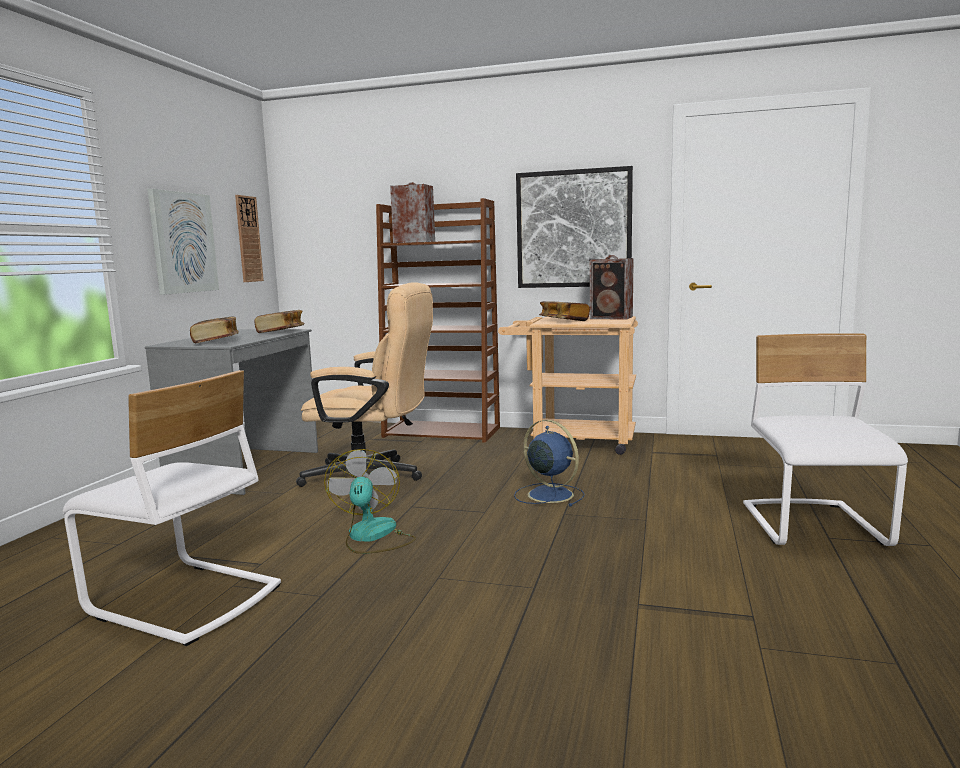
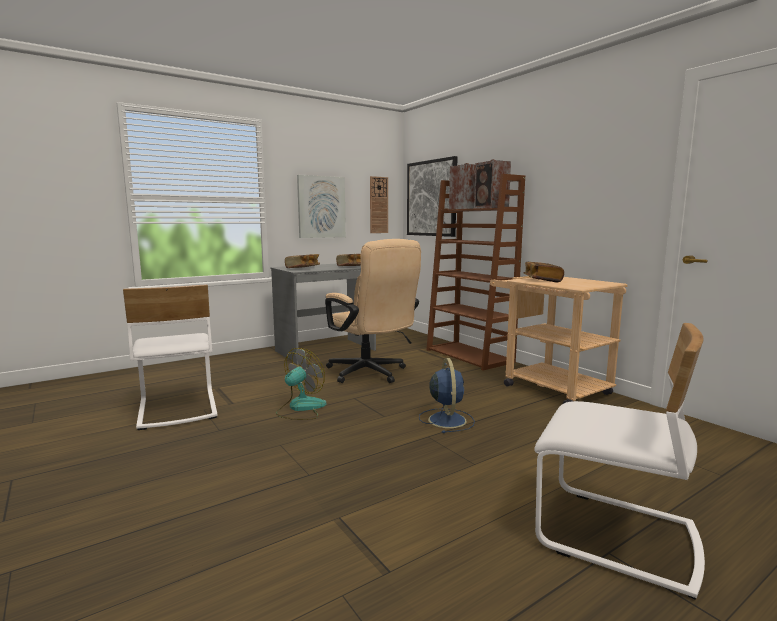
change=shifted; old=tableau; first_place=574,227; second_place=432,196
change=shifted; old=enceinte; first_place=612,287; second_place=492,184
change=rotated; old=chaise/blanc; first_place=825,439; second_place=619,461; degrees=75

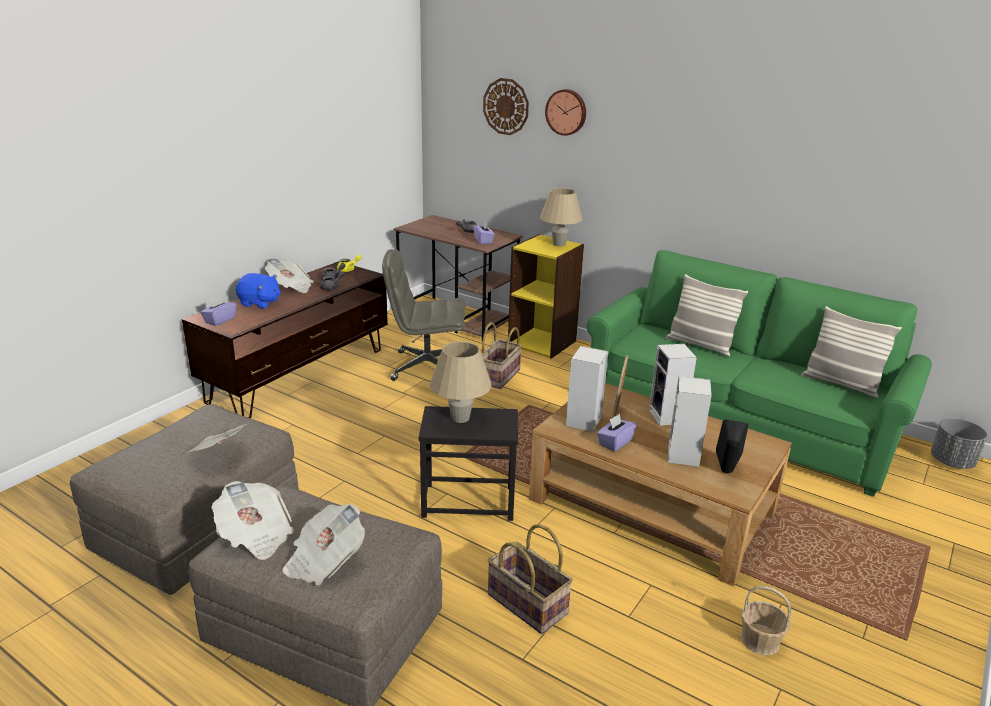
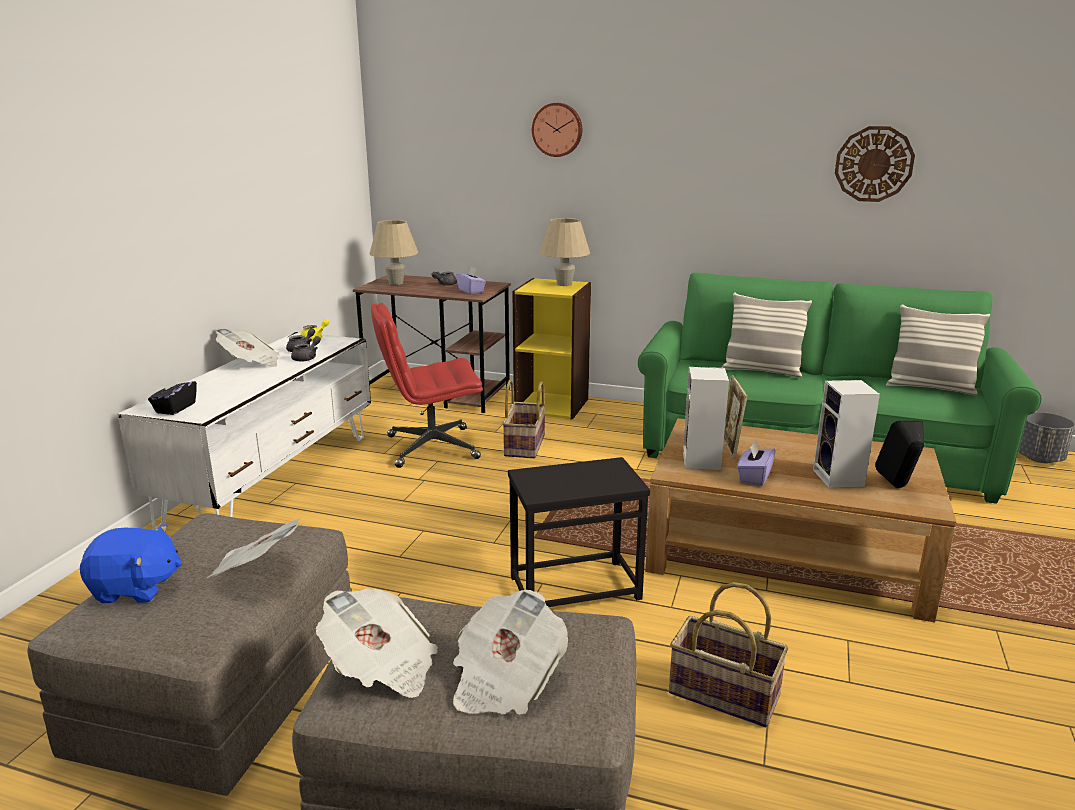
change=gone; old=enceinte; first_place=673,385
change=gone; old=panier; first_place=766,620
change=shifted; old=peluche/bleu; first_place=258,291; second_place=131,563
change=shifted; old=lampe de table/beige; first_place=461,382; second_place=394,252
change=shifted; old=horloge murale; first_place=506,106; second_place=875,164
change=repainted; old=meuble télé/marron; new=meuble télé/blanc; first_place=285,339; second_place=244,431
change=repainted; old=boîte à mouchoirs/violet; new=boîte à mouchoirs/noir; first_place=218,311; second_place=172,394
change=repainted; old=chaise de bureau/gris; new=chaise de bureau/rouge; first_place=424,315; second_place=427,385

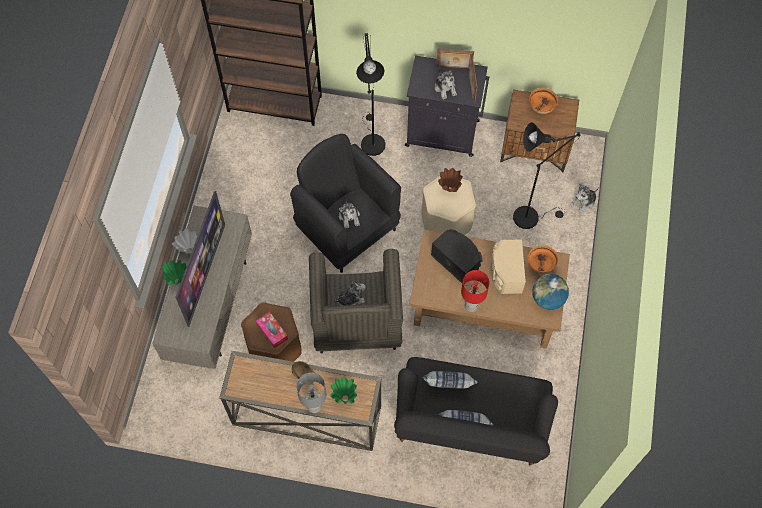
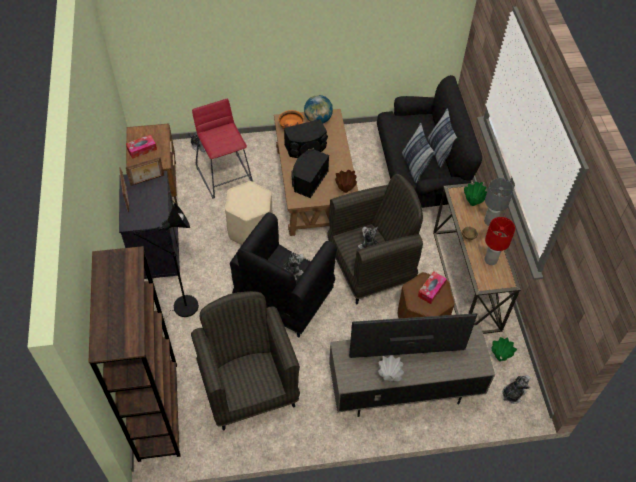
change=new; new=fauteuil/gris; second_place=245,360
change=shifted; old=vase/vert; first_place=173,272; second_place=504,349
change=shifted; old=peluche; first_place=446,83; second_place=516,389
change=shifted; old=vase/marron; first_place=450,180; second_place=346,181
change=shifted; old=lampe de table/rouge; first_place=475,291; second_place=499,241
change=swapped; old=lampadaire/noir; new=tabouret/rouge; first_place=546,176; second_place=222,149
change=swapped; old=bol/orange; new=boîte à mouchoirs; first_place=543,101; second_place=141,146
change=repainted; old=enceinte/beige; new=enceinte/noir; first_place=508,266; second_place=306,138

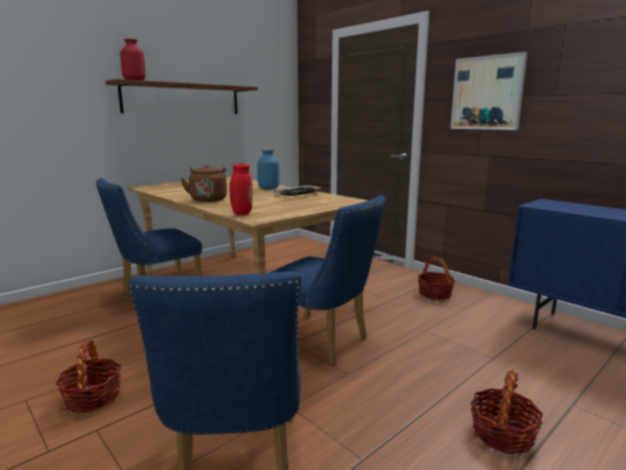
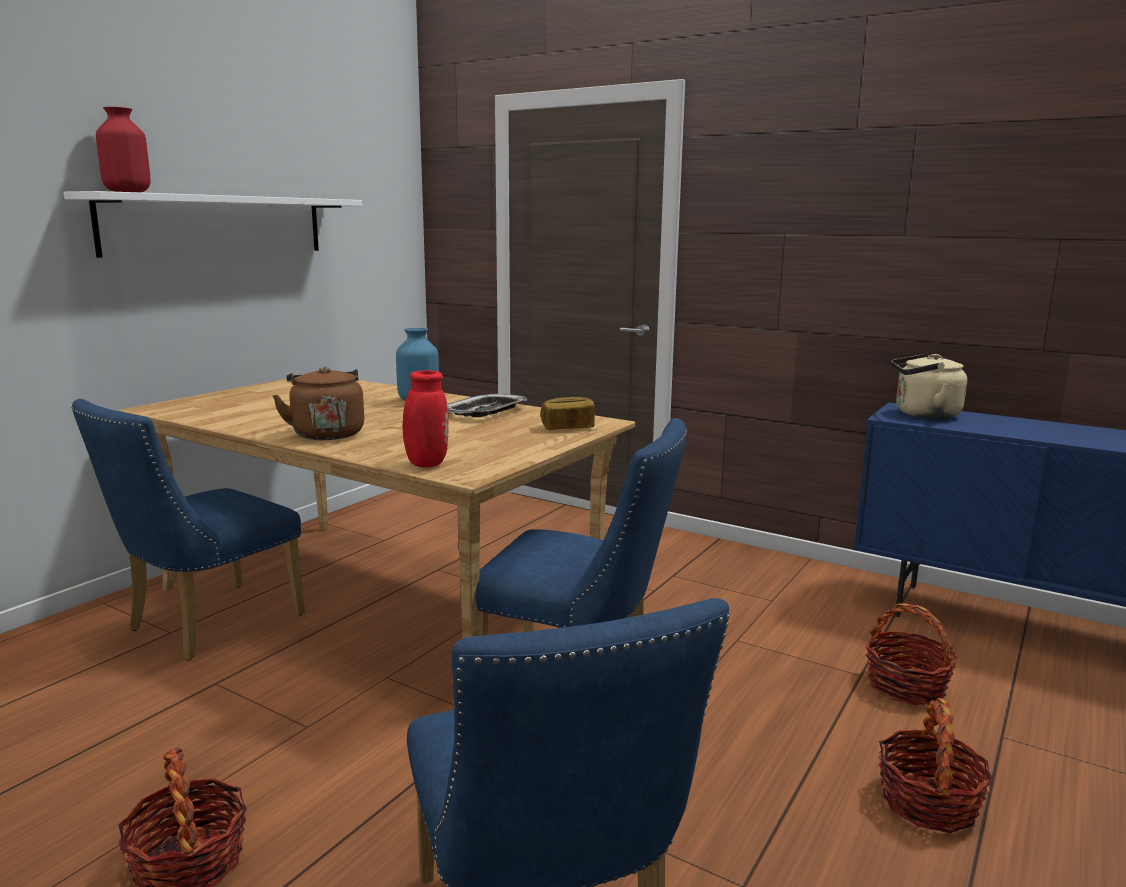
change=gone; old=tableau; first_place=489,91
change=new; new=pain; second_place=568,413
change=new; new=bouilloire/beige; second_place=929,386
change=shifted; old=panier; first_place=436,278; second_place=911,654
change=repainted; old=étagère/marron; new=étagère/blanc; first_place=181,96; second_place=213,224

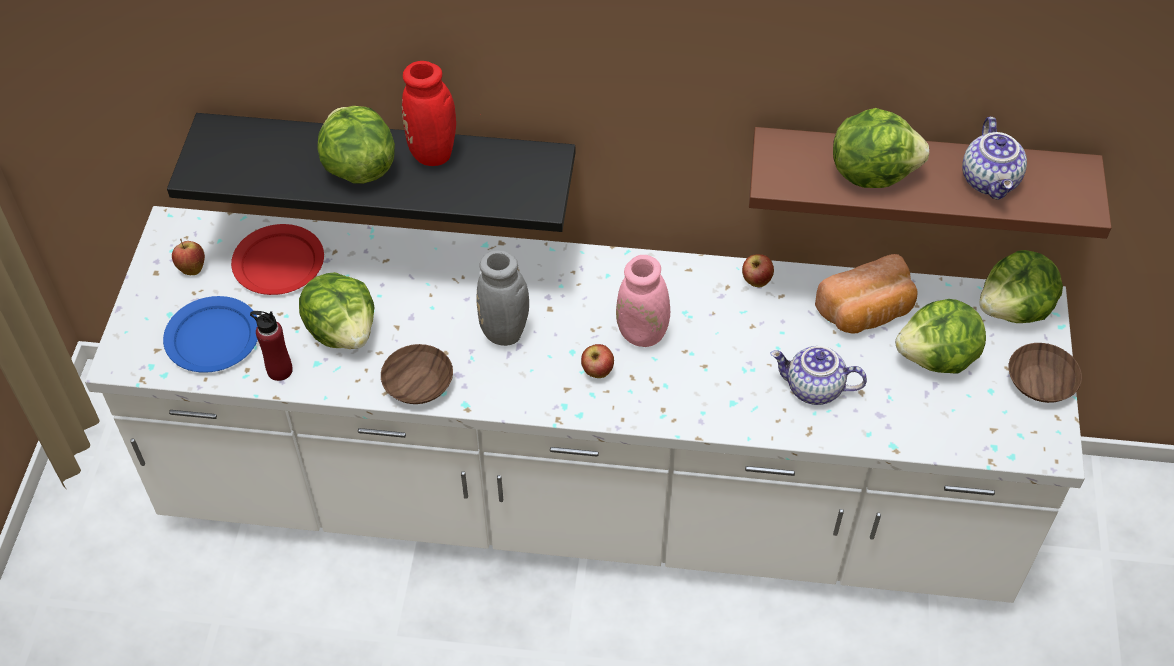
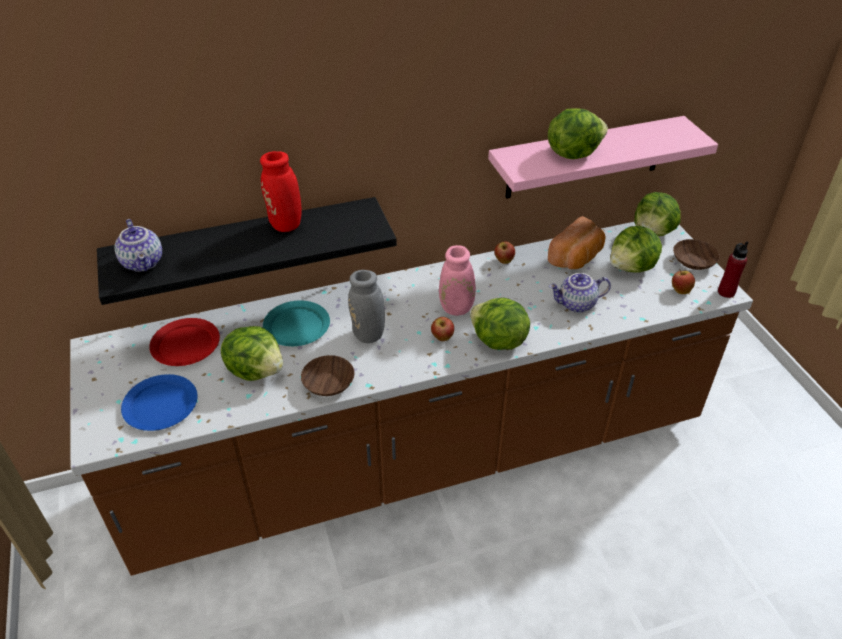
change=new; new=assiette/turquoise; second_place=296,323
change=shifted; old=pomme; first_place=188,257; second_place=683,282
change=shifted; old=bouteille/rouge; first_place=271,346; second_place=733,269
change=shifted; old=laitue; first_place=356,145; second_place=500,324
change=shifted; old=théière; first_place=994,158; second_place=138,245
change=repainted; old=comptoir de cuisine/blanc; new=comptoir de cuisine/marron; first_place=585,404; second_place=411,399
change=repainted; old=étagère/marron; new=étagère/rose; first_place=930,183; second_place=603,157

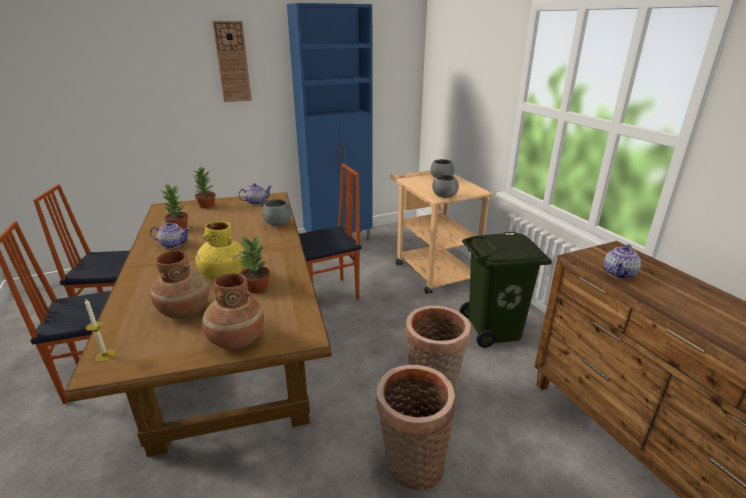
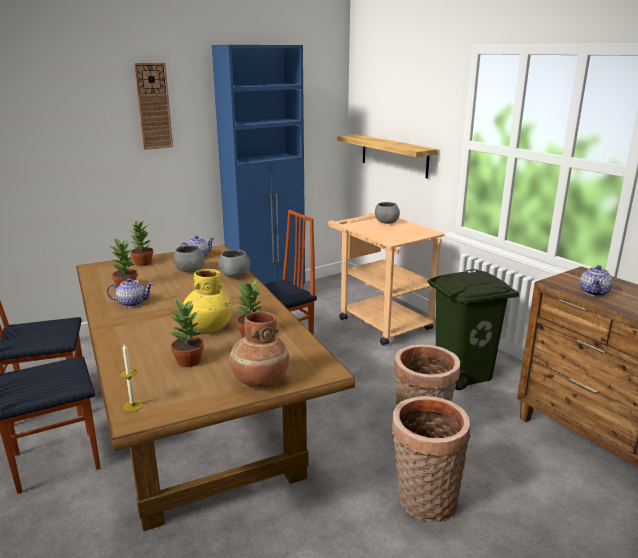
change=new; new=étagère; second_place=387,156
change=shifted; old=bol/gris; first_place=445,186; second_place=189,259
change=swapped; old=vase/marron; new=plante en pot; first_place=180,284; second_place=186,333

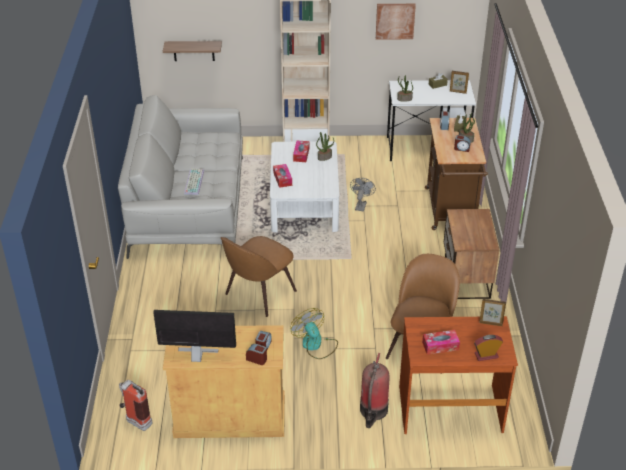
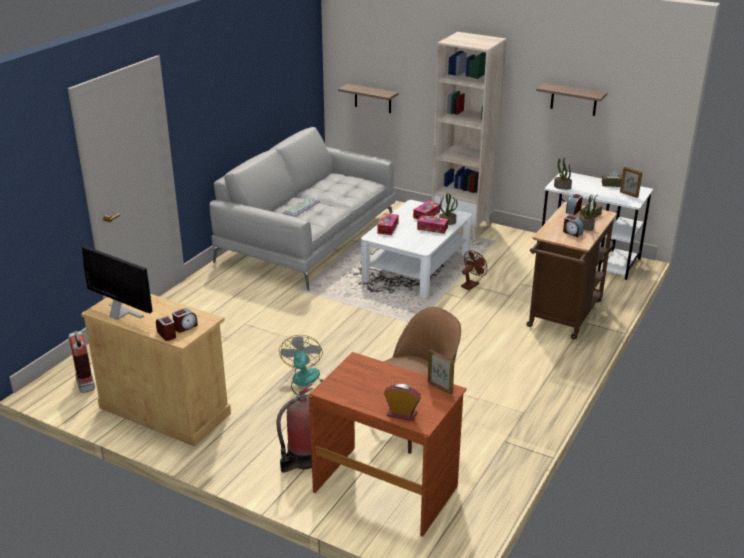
change=gone; old=chaise/marron; first_place=259,276
change=gone; old=table de chevet; first_place=471,254
change=shifted; old=boîte à mouchoirs; first_place=441,342; second_place=432,224
change=swapped; old=tableau; new=étagère; first_place=396,22; second_place=571,99
change=repainted; old=ventilateur/gris; new=ventilateur/marron; first_place=363,195; second_place=474,270

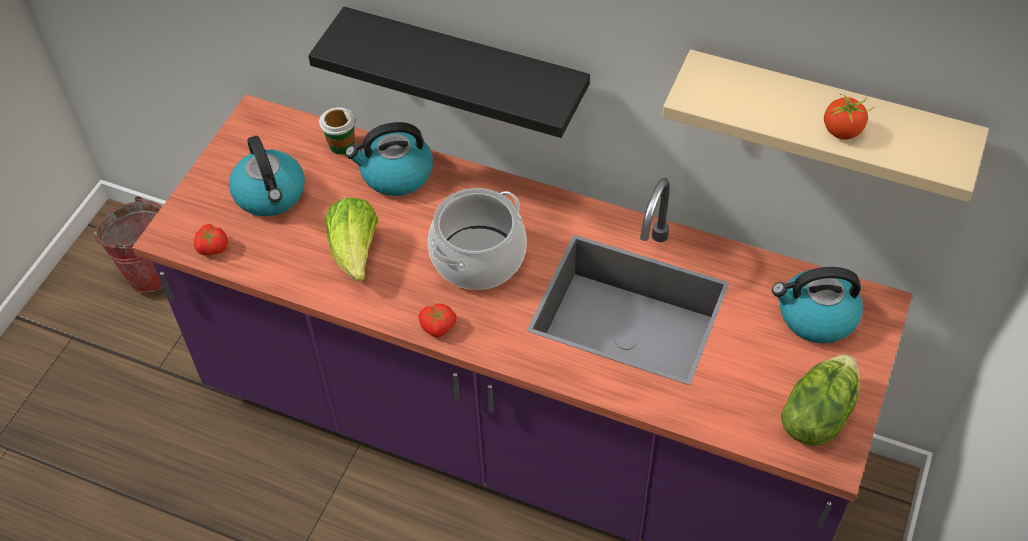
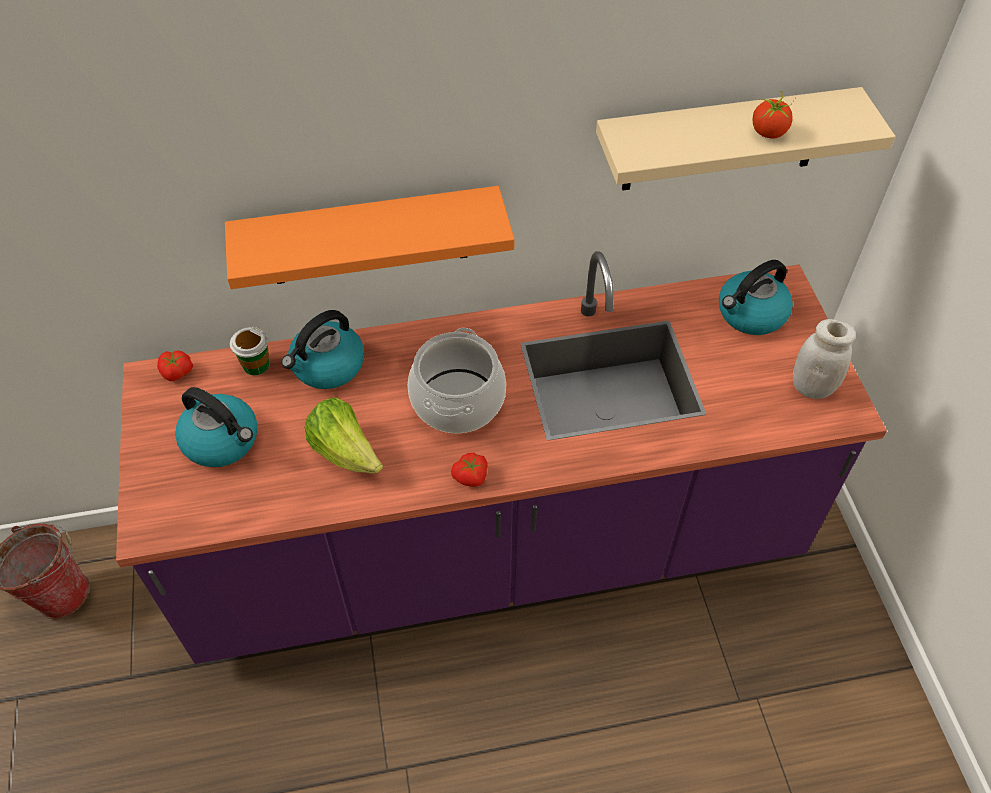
change=shifted; old=tomate; first_place=211,239; second_place=175,365
change=swapped; old=laitue; new=bocal/blanc; first_place=820,400; second_place=824,359
change=repainted; old=étagère/noir; new=étagère/orange; first_place=449,72; second_place=370,237

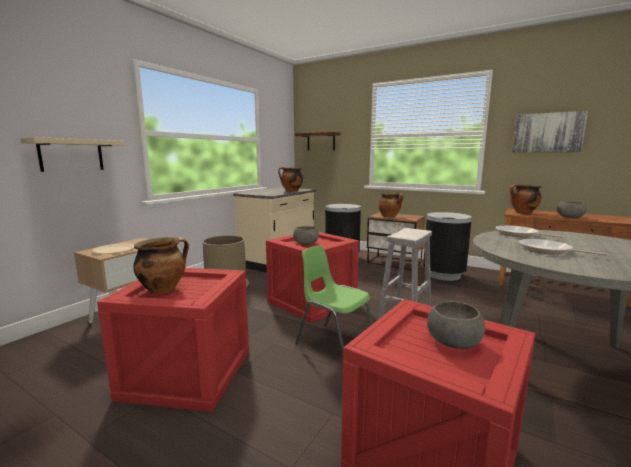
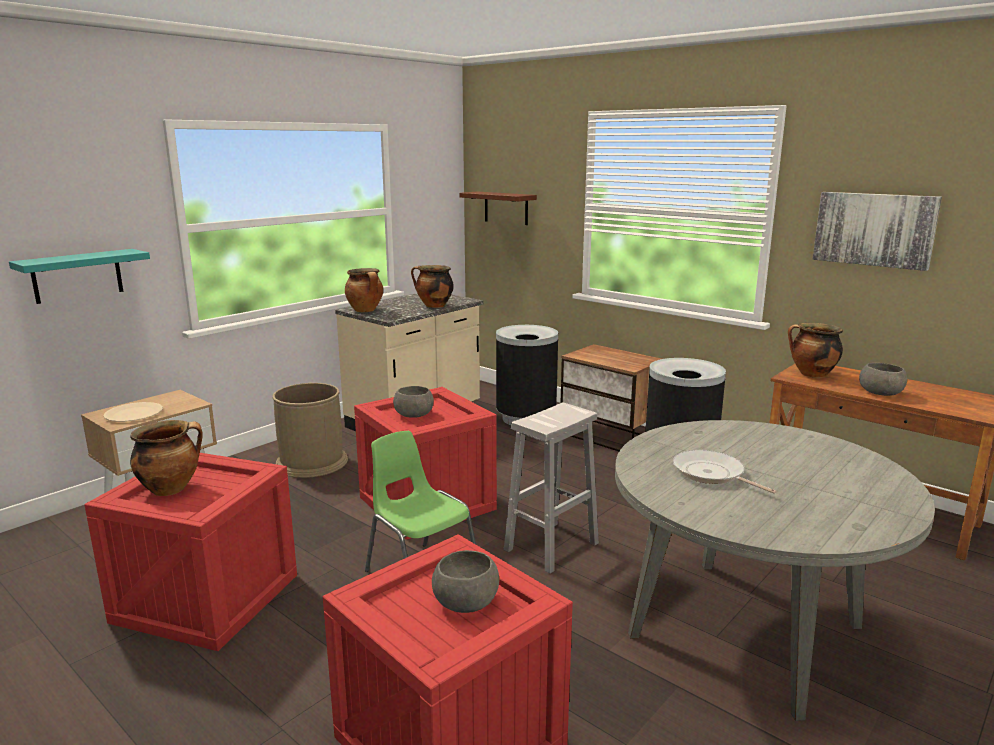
change=gone; old=poêle; first_place=530,231
change=shifted; old=marmite; first_place=390,205; second_place=364,290
change=repainted; old=étagère/beige; new=étagère/turquoise; first_place=72,154; second_place=79,276

